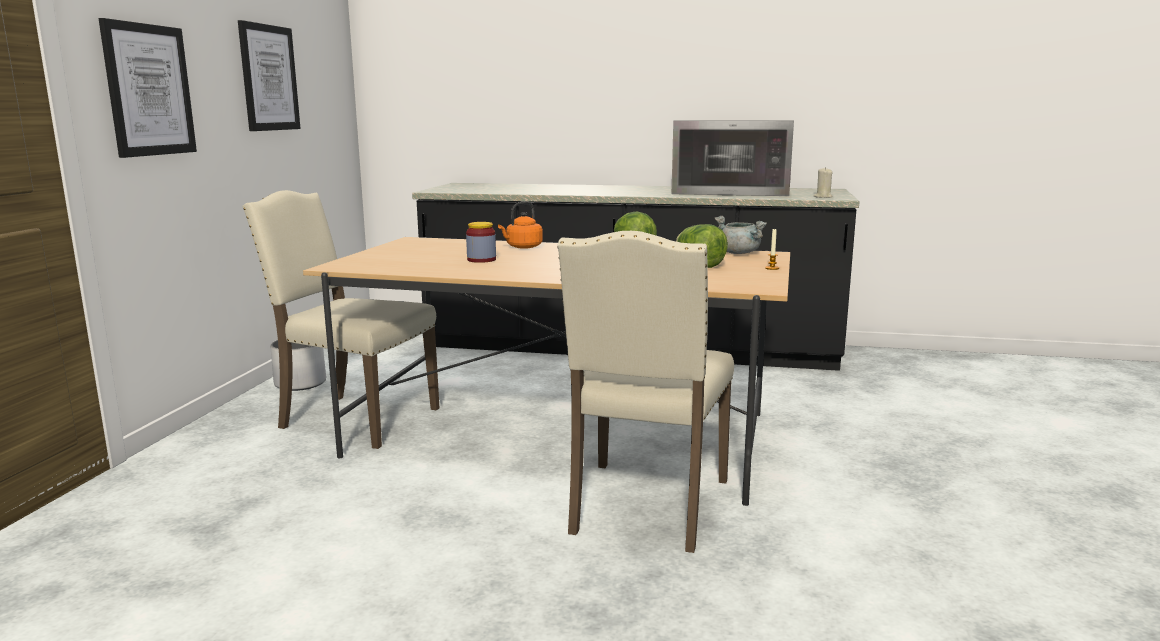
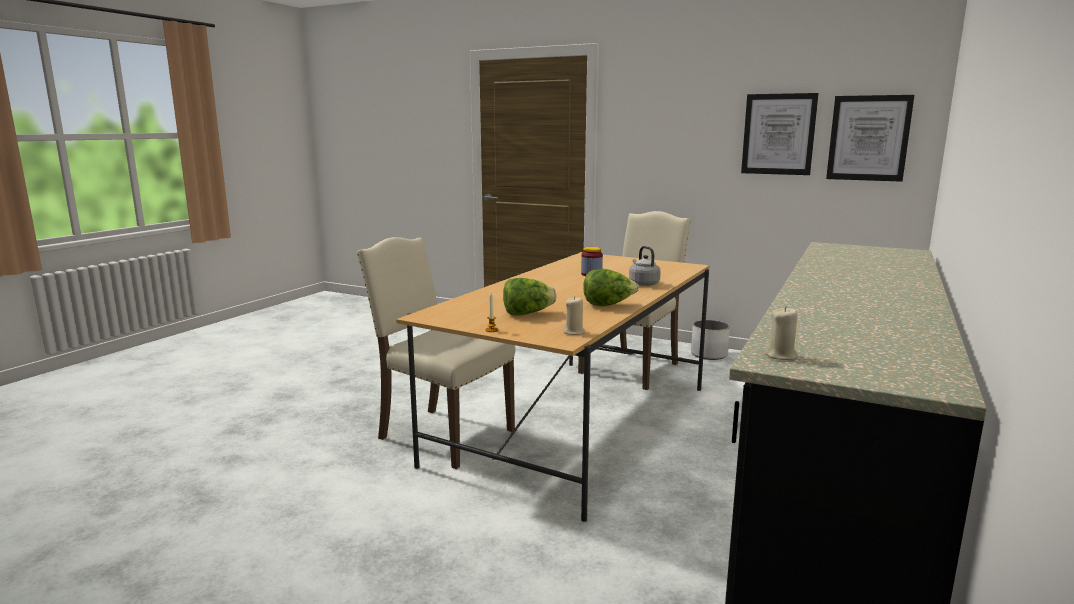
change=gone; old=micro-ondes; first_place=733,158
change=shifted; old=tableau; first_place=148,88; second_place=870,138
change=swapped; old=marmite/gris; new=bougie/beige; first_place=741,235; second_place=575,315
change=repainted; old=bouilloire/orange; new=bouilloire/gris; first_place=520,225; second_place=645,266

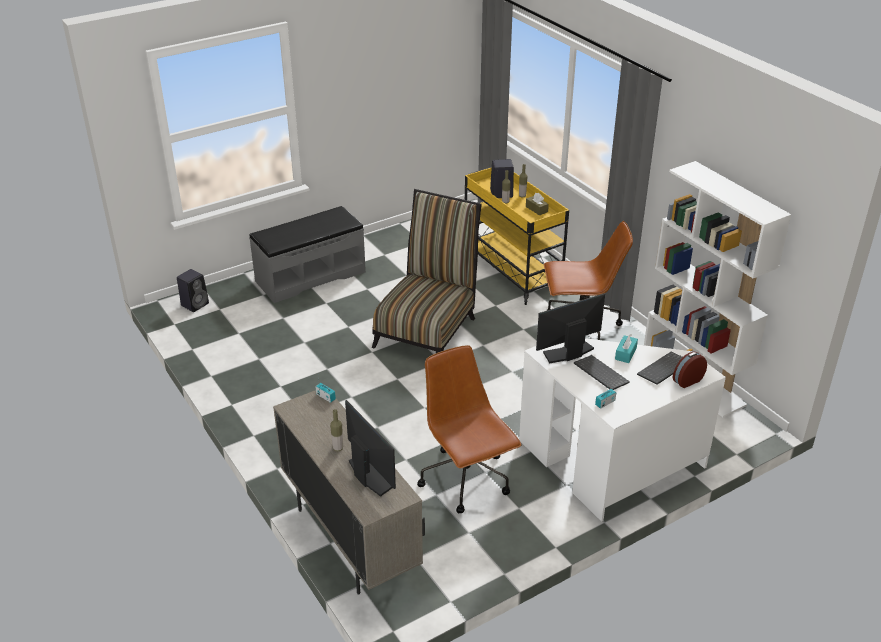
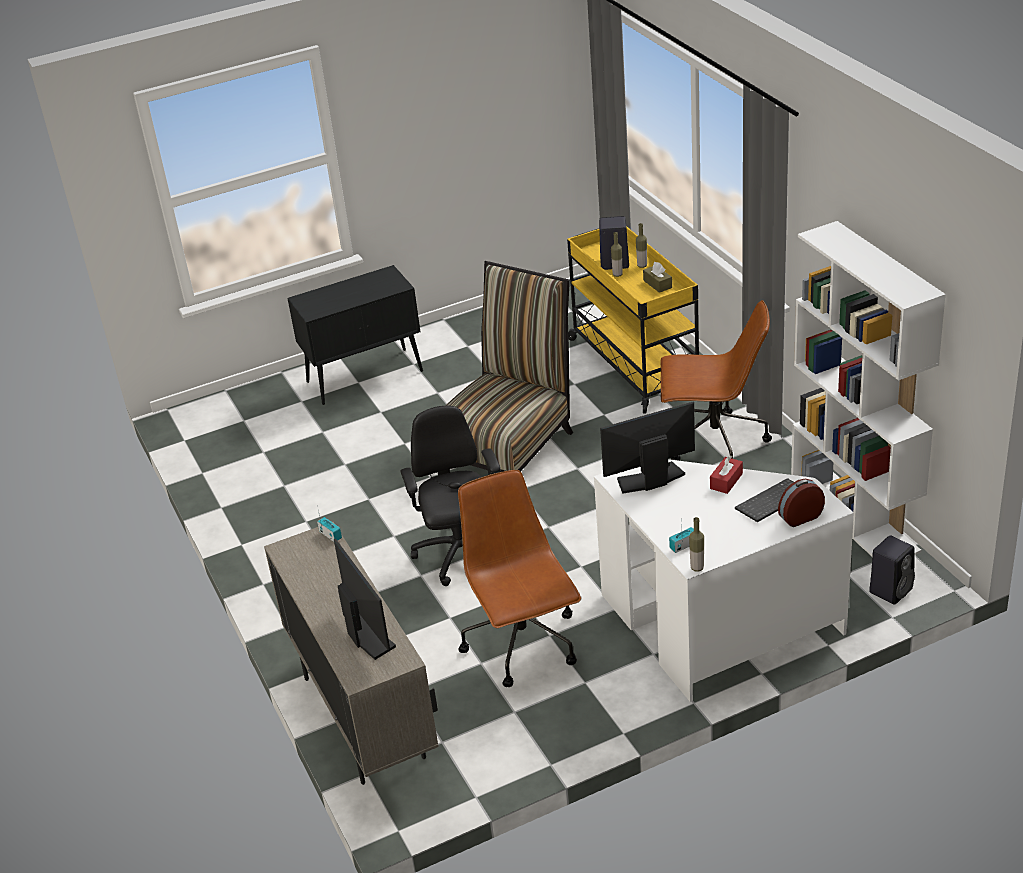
change=gone; old=clavier; first_place=602,372
change=new; new=chaise de bureau/noir; second_place=451,496
change=shifted; old=enceinte/noir; first_place=193,290; second_place=892,570
change=shifted; old=bouteille; first_place=336,430; second_place=696,544
change=swapped; old=banc/gris; new=meuble de rangement/noir; first_place=307,254; second_place=355,335
change=repainted; old=boîte à mouchoirs/turquoise; new=boîte à mouchoirs/rouge; first_place=626,348; second_place=726,474

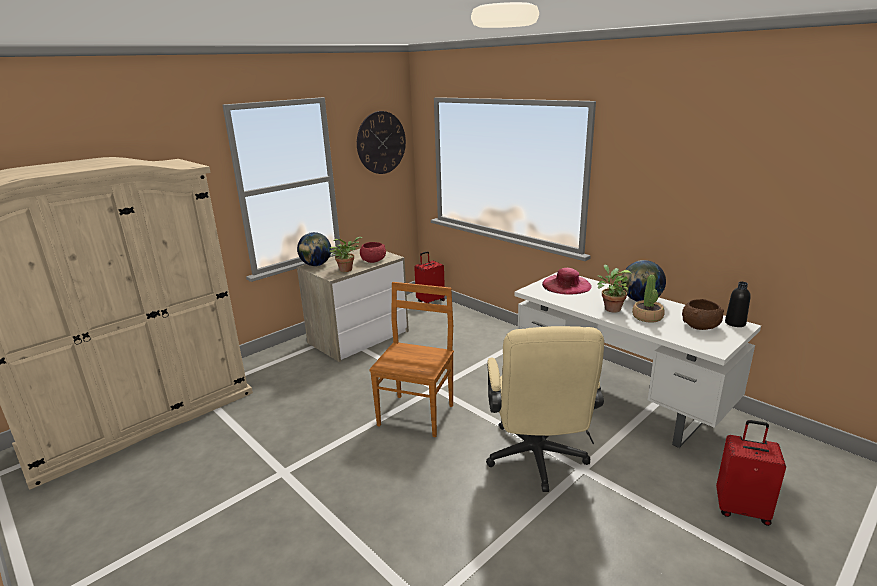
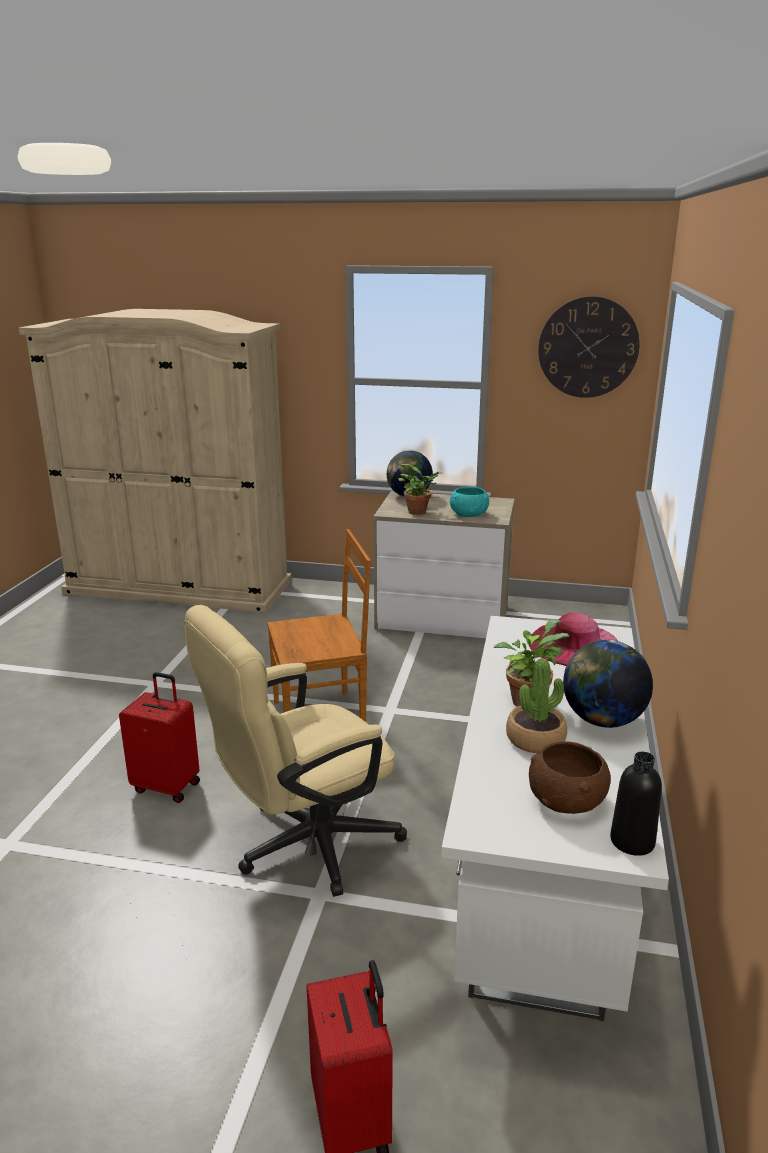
change=shifted; old=valise/rouge; first_place=429,277; second_place=159,737
change=repainted; old=bol/rouge; new=bol/turquoise; first_place=373,252; second_place=469,502

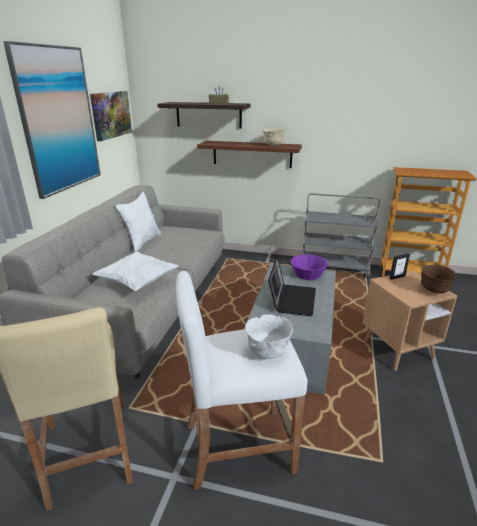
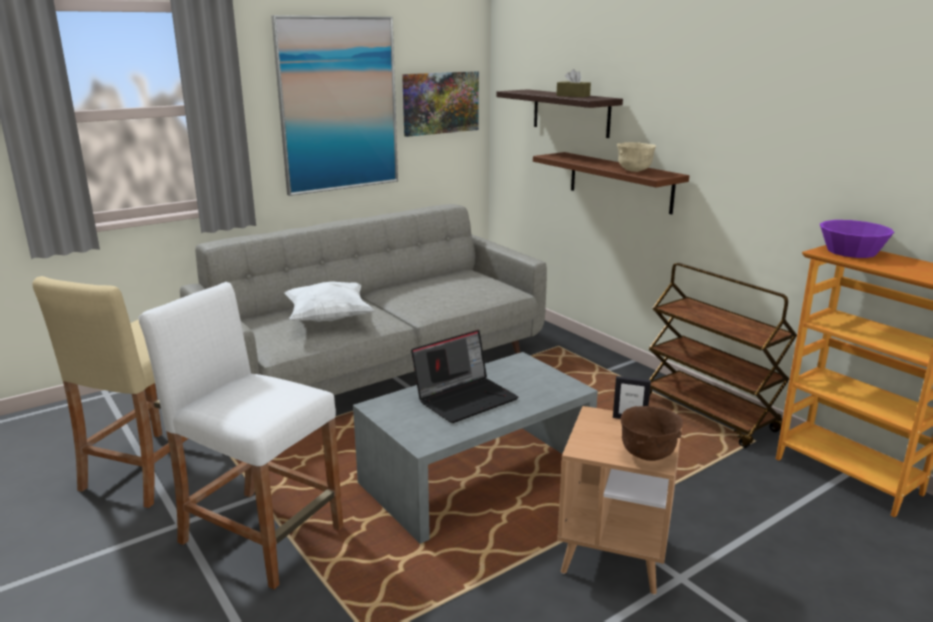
change=gone; old=coussin/blanc; first_place=138,222
change=gone; old=bol/blanc; first_place=269,336
change=shifted; old=bol/violet; first_place=309,267; second_place=857,239
change=repainted; old=chariot/gris; new=chariot/marron; first_place=341,235; second_place=722,355

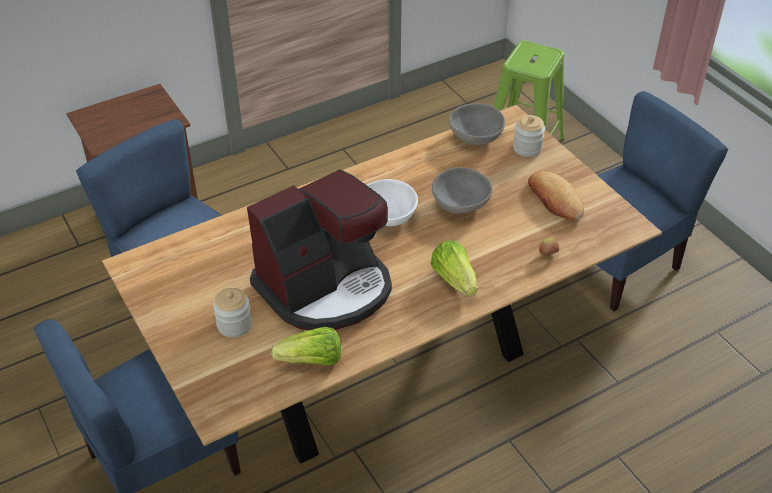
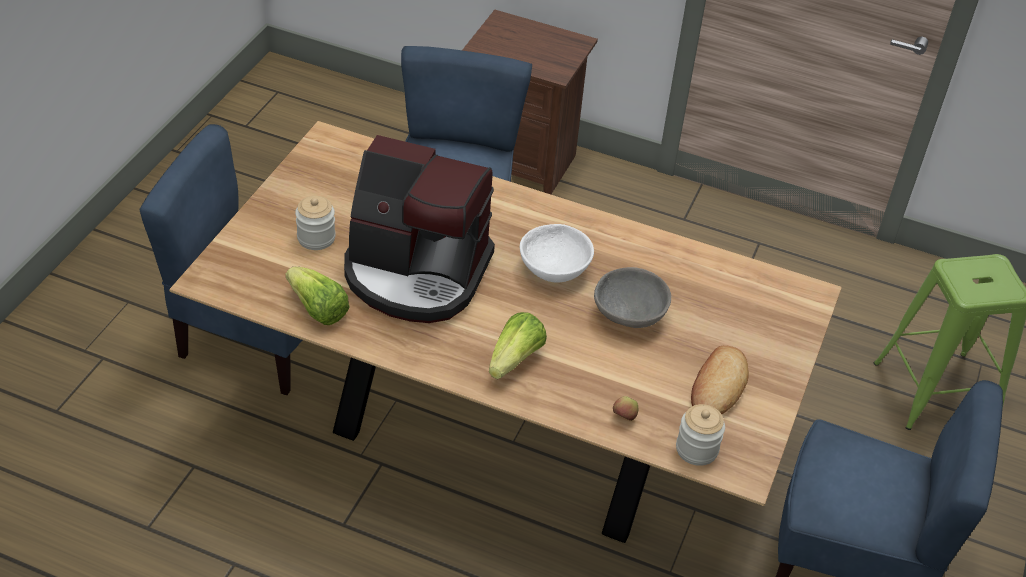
change=gone; old=bol/gris; first_place=477,124
change=shifted; old=bocal; first_place=529,136; second_place=700,435

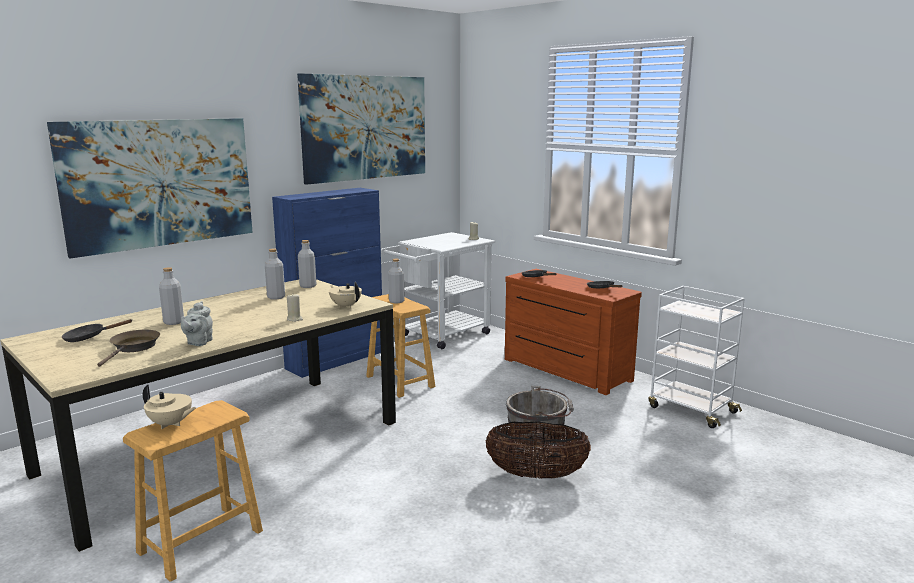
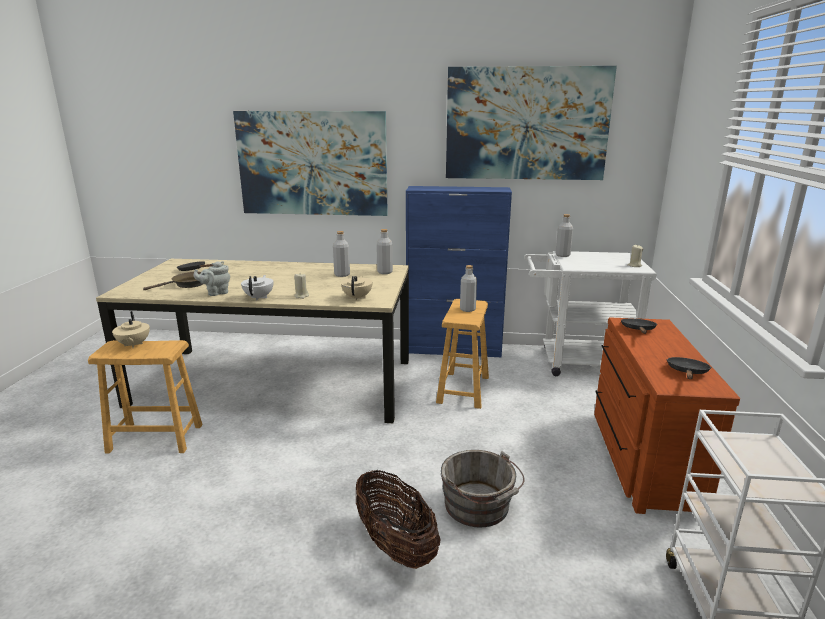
change=new; new=théière/blanc; second_place=257,287
change=shifted; old=bouteille/gris; first_place=171,296; second_place=564,235

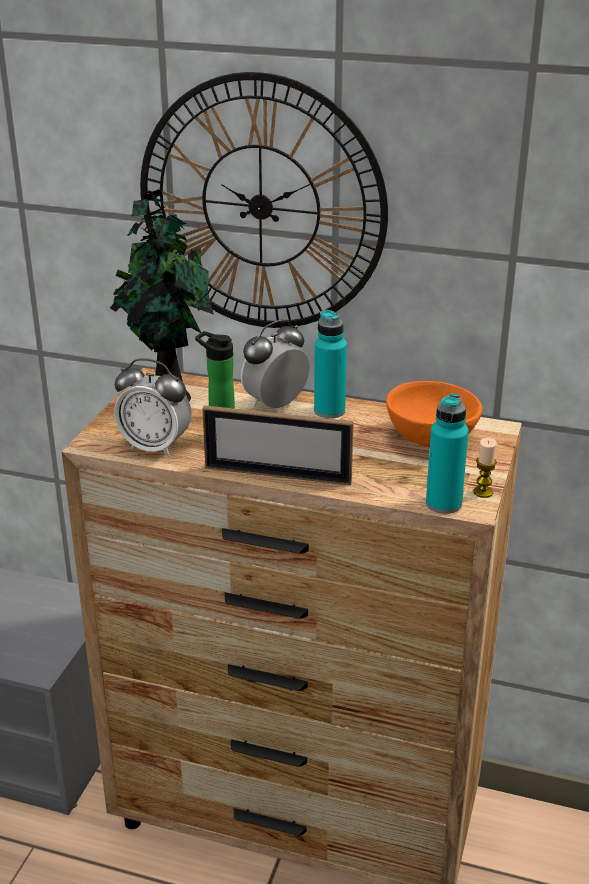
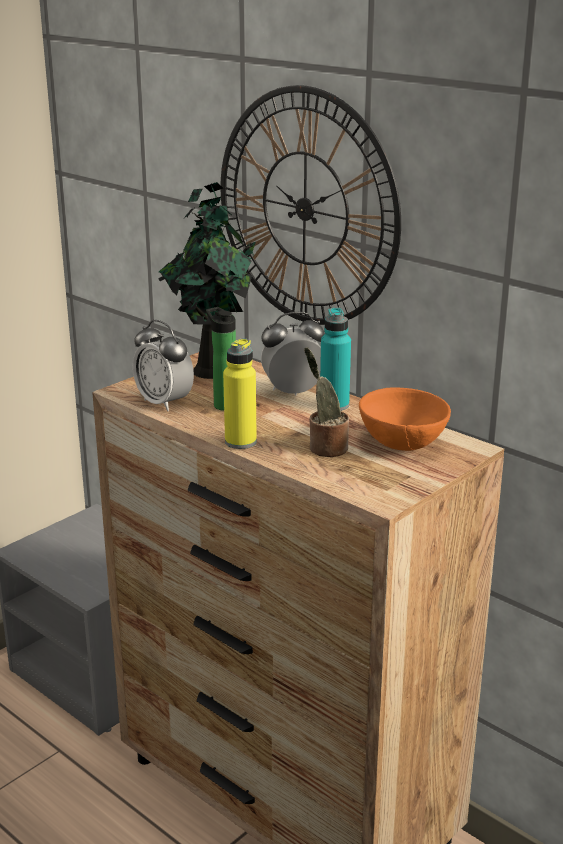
change=gone; old=bouteille/turquoise; first_place=447,453
change=gone; old=bougie; first_place=485,468
change=new; new=plante en pot; second_place=326,402
change=swapped; old=cadre photo; new=bouteille/jaune; first_place=278,445; second_place=240,393

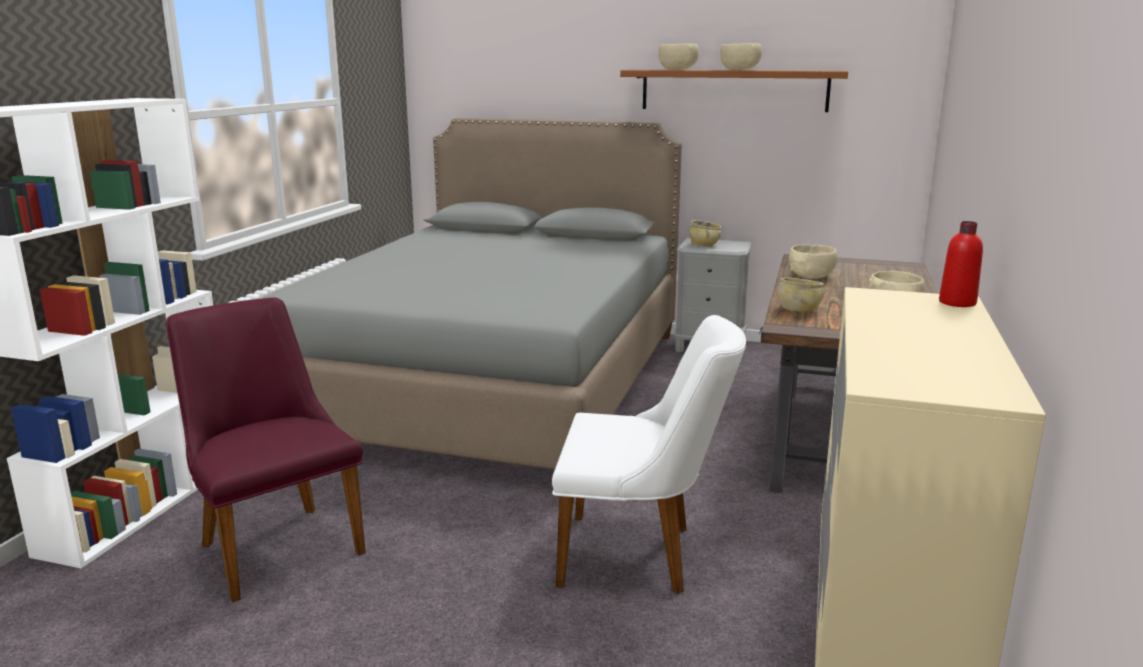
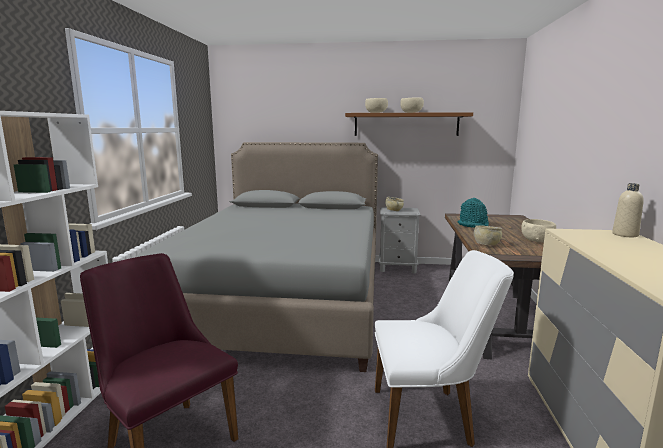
change=swapped; old=bol/beige; new=chapeau/turquoise; first_place=813,262; second_place=473,213
change=repainted; old=bouteille/rouge; new=bouteille/beige; first_place=961,264; second_place=628,210

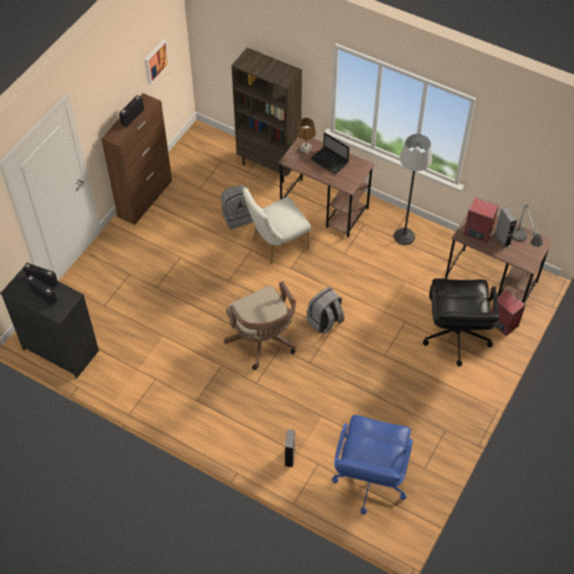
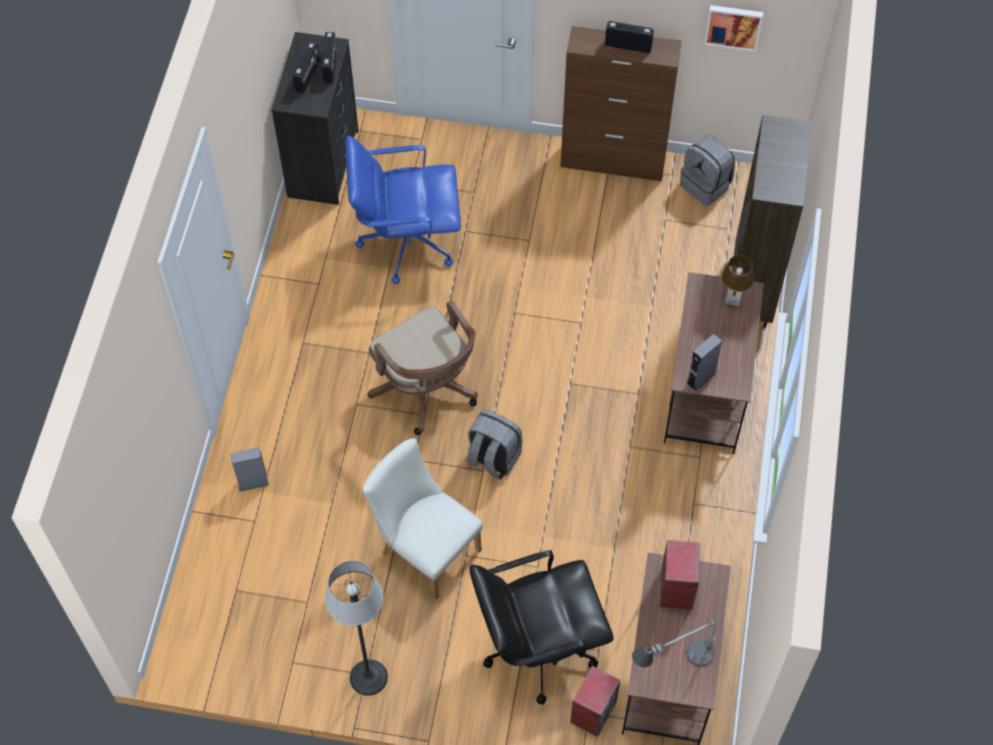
change=gone; old=ordinateur portable; first_place=330,153
change=shifted; old=sac à dos/gris; first_place=237,207; second_place=707,170
change=shifted; old=chaise/blanc; first_place=277,226; second_place=422,518
change=shifted; old=chaise de bureau/bleu; first_place=372,465; second_place=403,209
change=shifted; old=lampadaire; first_place=413,189; second_place=356,628
change=shifted; old=enceinte/gris; first_place=505,227; second_place=704,362
change=rotated; old=chaise de bureau/marron; first_place=260,325; second_place=422,367; degrees=-75

